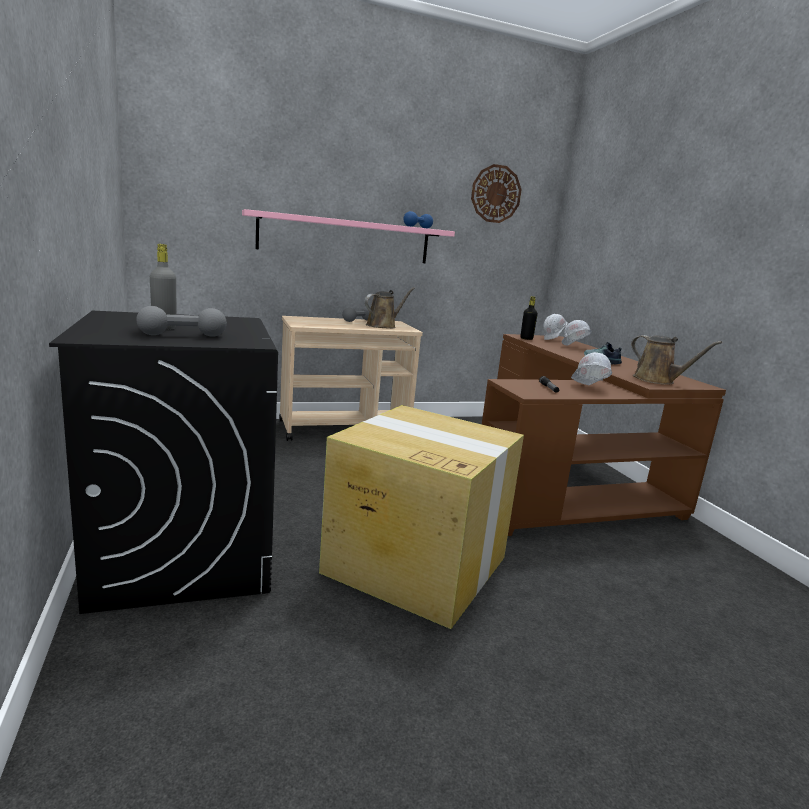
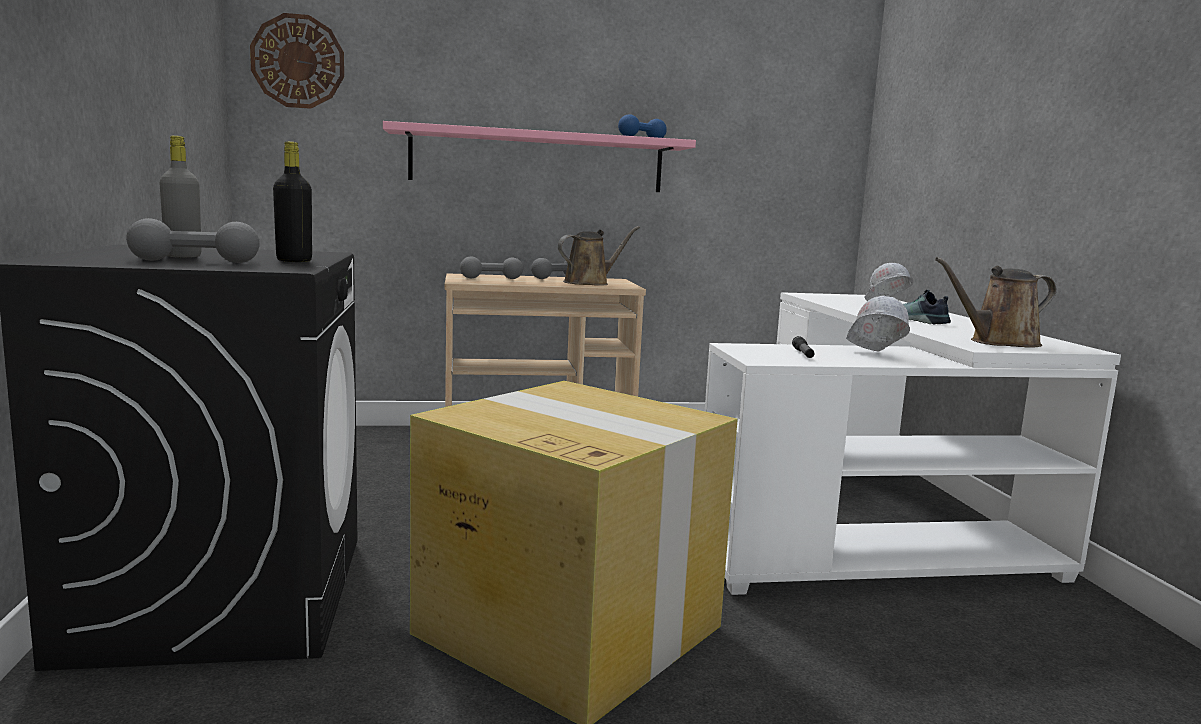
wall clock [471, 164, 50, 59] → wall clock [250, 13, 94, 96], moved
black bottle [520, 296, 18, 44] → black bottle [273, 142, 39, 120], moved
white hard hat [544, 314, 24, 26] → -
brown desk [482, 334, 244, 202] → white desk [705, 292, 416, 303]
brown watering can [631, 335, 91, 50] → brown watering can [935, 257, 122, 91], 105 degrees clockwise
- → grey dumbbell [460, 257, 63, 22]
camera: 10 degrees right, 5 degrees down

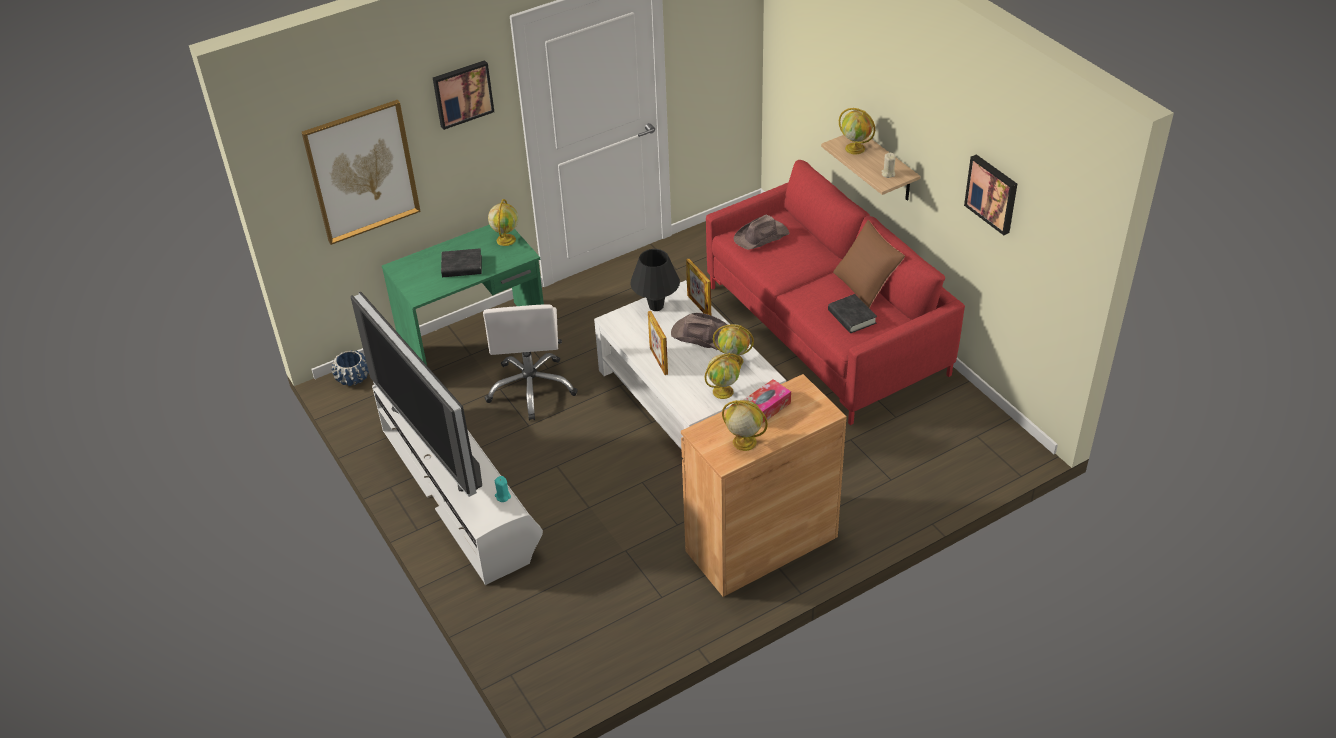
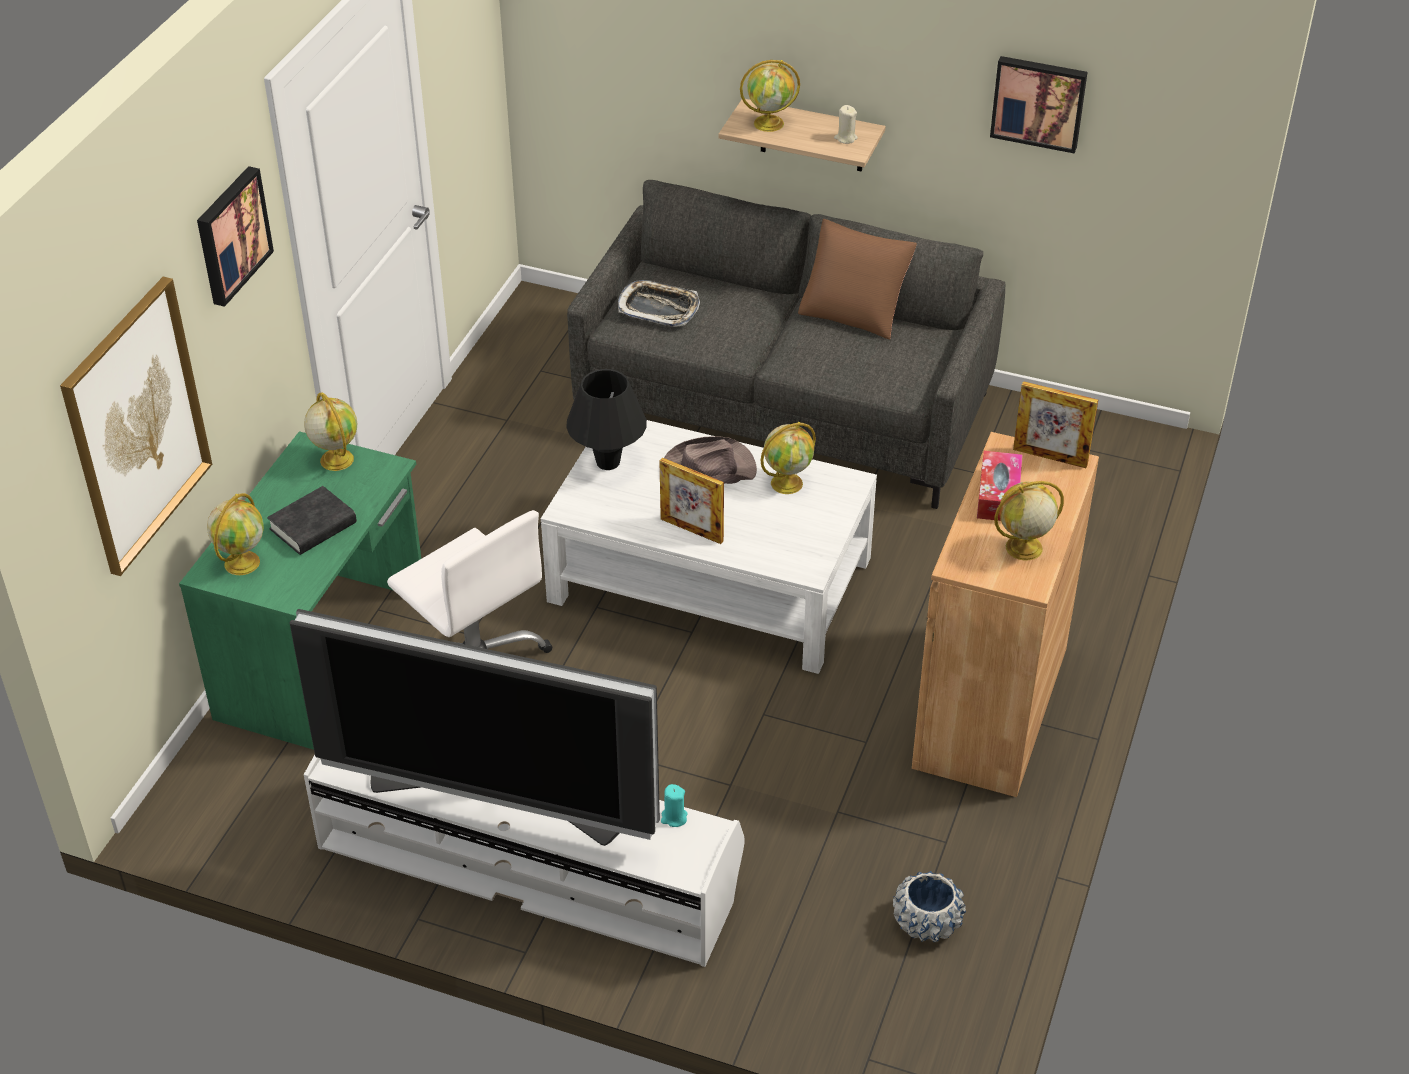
red sofa [706, 160, 259, 265] → grey sofa [567, 180, 438, 329]
brown hat [734, 215, 56, 35] → tray [618, 280, 82, 47]
picture frame [686, 259, 25, 56] → picture frame [1013, 381, 85, 87], moved
black book [828, 294, 49, 39] → -
blue planter [331, 350, 38, 36] → blue planter [893, 871, 73, 71], moved
globe [704, 353, 37, 46] → globe [207, 493, 57, 82], moved
camera: 40 degrees left, 0 degrees up

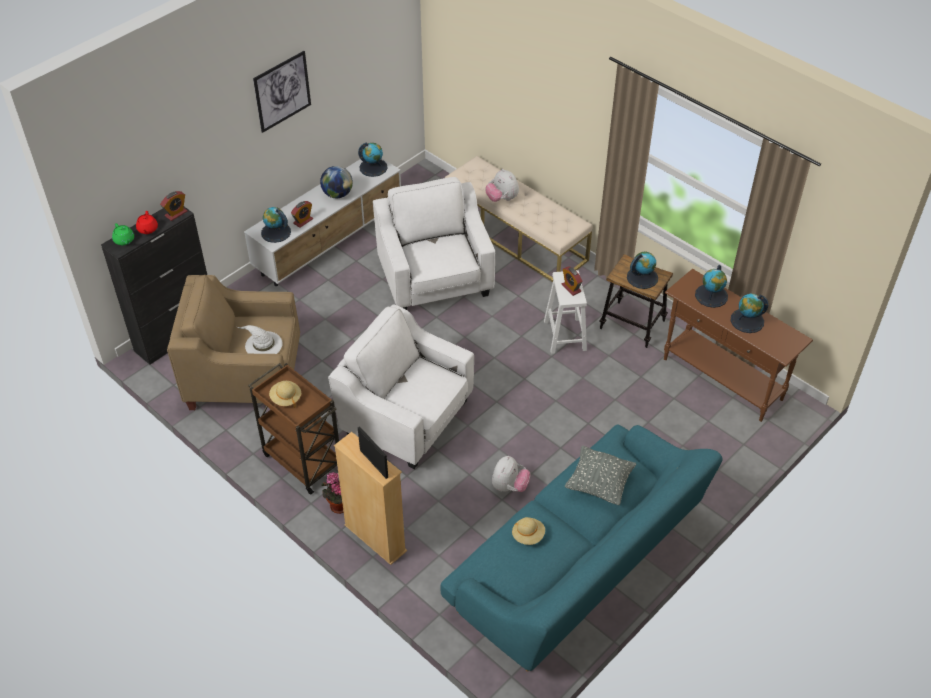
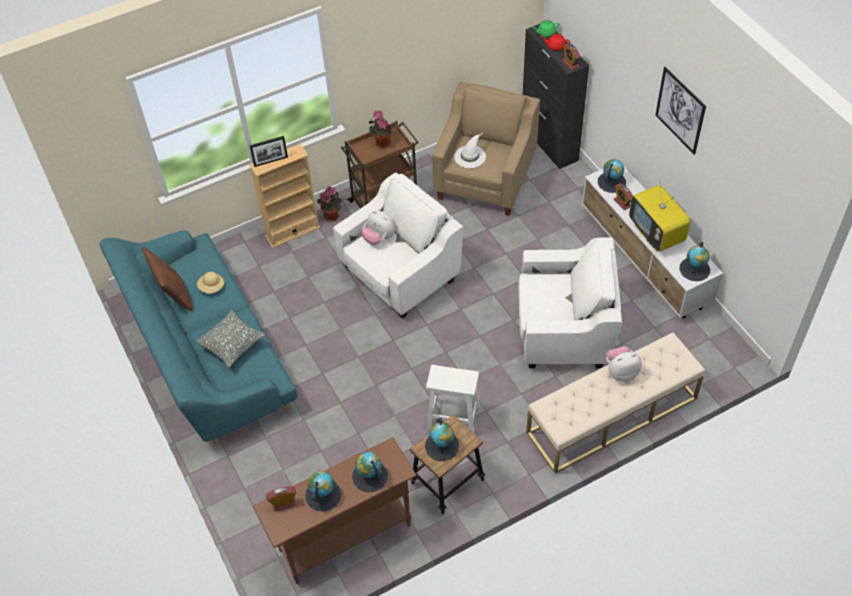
globe [320, 166, 33, 32] → television [629, 182, 62, 70]
alarm clock [562, 267, 21, 29] → alarm clock [266, 487, 30, 24], moved
beige hat [269, 381, 32, 27] → potted plant [368, 110, 24, 39]
plush toy [492, 456, 39, 36] → plush toy [361, 211, 34, 34], moved
- → brown pillow [142, 247, 51, 64]
camera: 110 degrees right, 5 degrees up

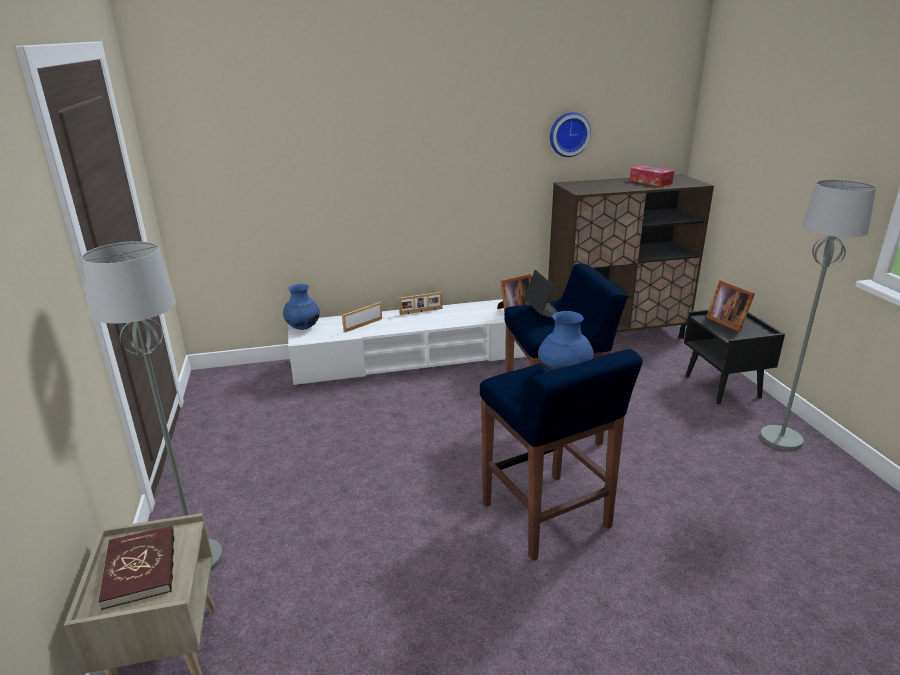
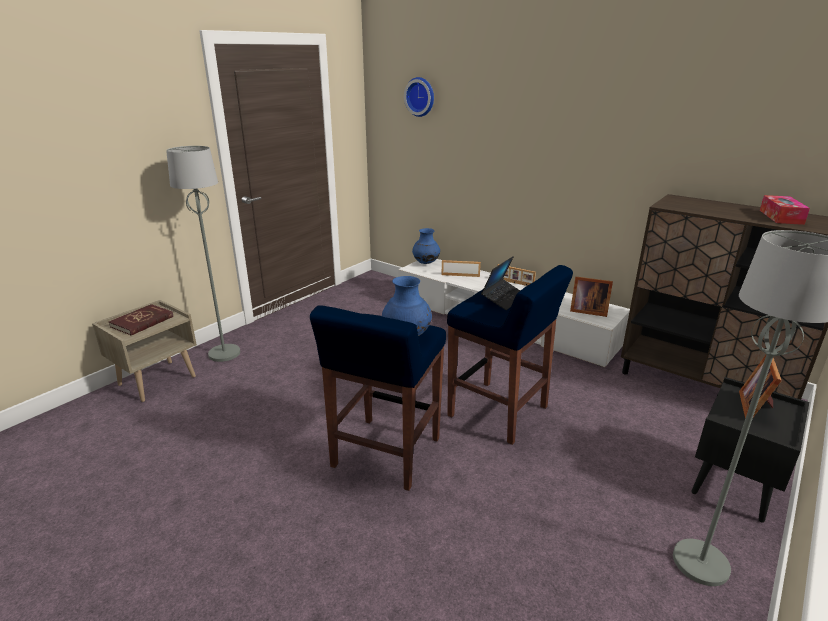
wall clock [550, 112, 41, 45] → wall clock [404, 77, 30, 40], moved
camera: 50 degrees right, 0 degrees up

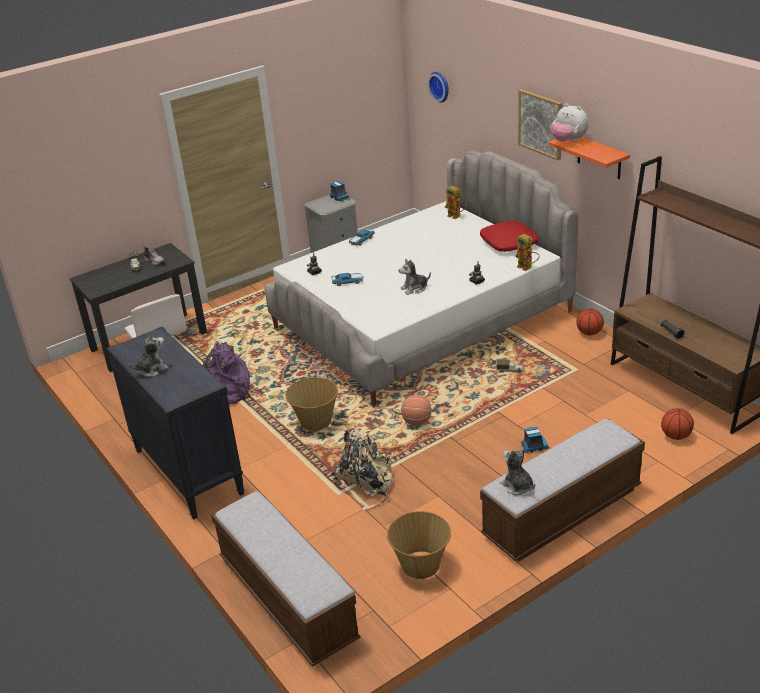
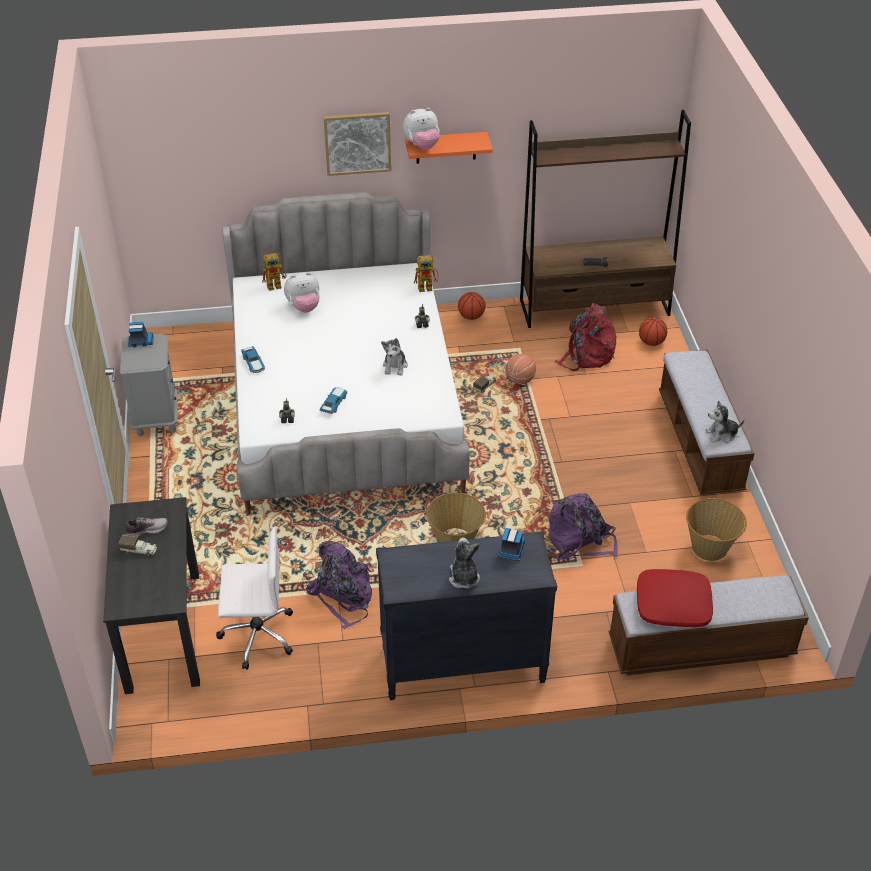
wall clock [428, 72, 21, 31] → -
red pillow [480, 221, 59, 31] → red pillow [637, 569, 76, 58], moved
basketball [401, 395, 31, 31] → basketball [506, 354, 30, 30], moved
toy truck [521, 427, 28, 26] → toy truck [498, 528, 27, 33], moved
beige backpack [332, 428, 62, 83] → purple backpack [549, 493, 69, 67]
- → plush toy [284, 272, 36, 41]
- → red backpack [555, 303, 61, 68]
camera: 65 degrees left, 10 degrees up

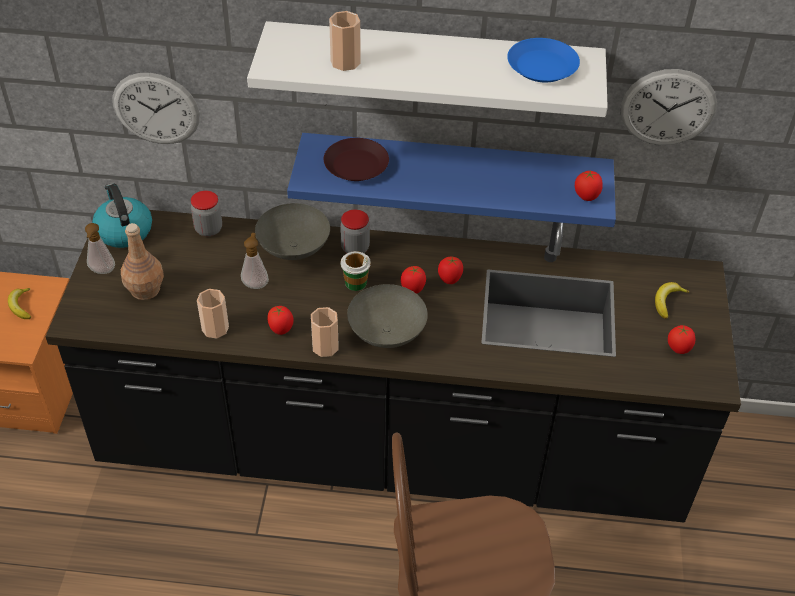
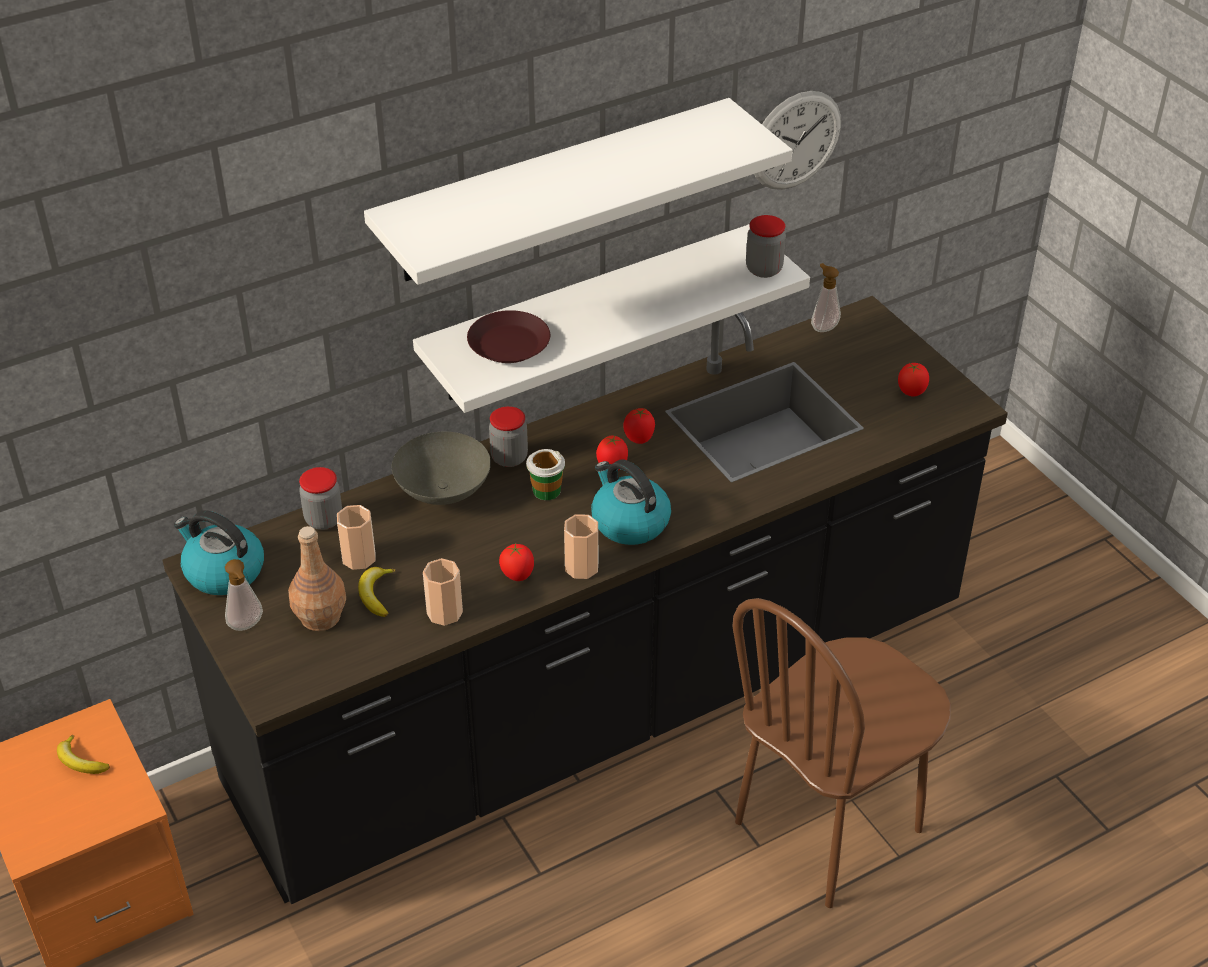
cup [329, 11, 32, 60] → cup [337, 505, 39, 65], moved
blue plate [507, 38, 73, 44] → -
wall clock [112, 73, 88, 71] → -
blue shelf [287, 133, 329, 94] → white shelf [413, 224, 397, 189]
tomato [575, 171, 28, 30] → jar [746, 215, 40, 63]
soap dispenser [241, 233, 28, 56] → soap dispenser [811, 263, 30, 69], moved
banana [655, 282, 34, 37] → banana [358, 567, 38, 50], moved
grey bowl [347, 284, 81, 64] → kettle [591, 459, 80, 86]
camera: 35 degrees left, 5 degrees down

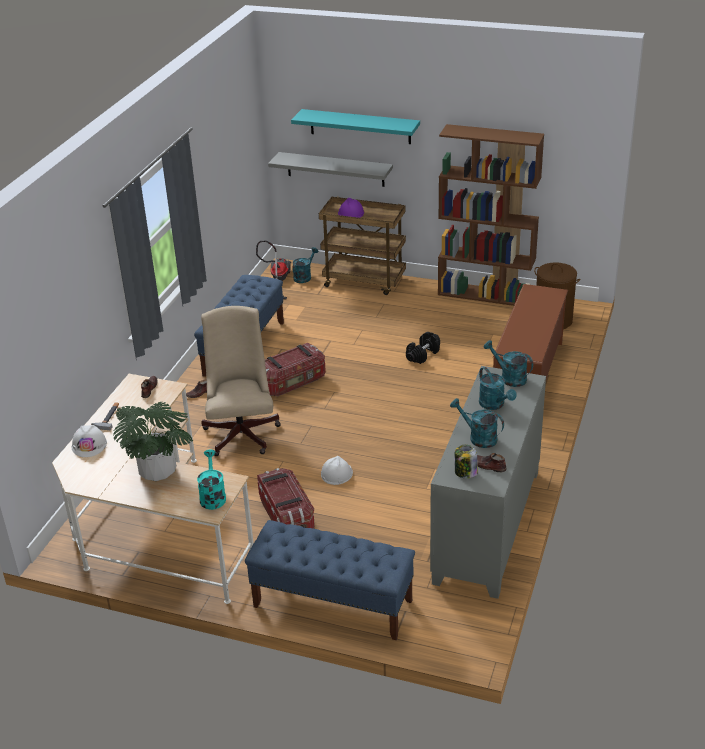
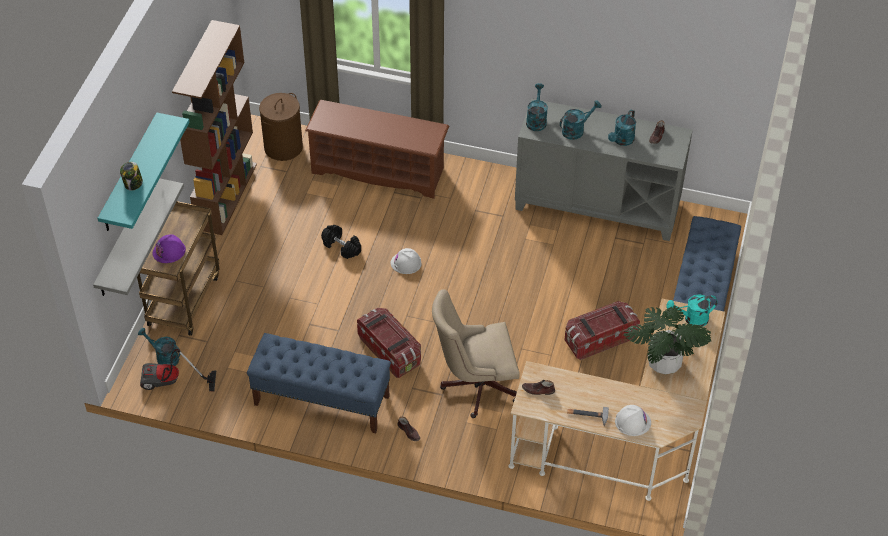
turquoise watering can [483, 340, 50, 47] → turquoise watering can [526, 83, 22, 48], 150 degrees clockwise
jar [454, 445, 23, 33] → jar [120, 162, 23, 29], moved
white hard hat [321, 456, 32, 29] → white hard hat [391, 248, 31, 26], moved
camera: 95 degrees left, 15 degrees up

